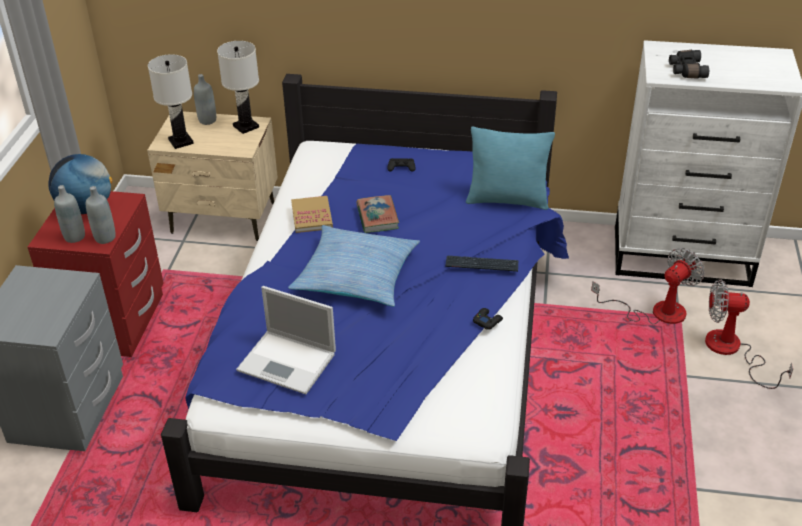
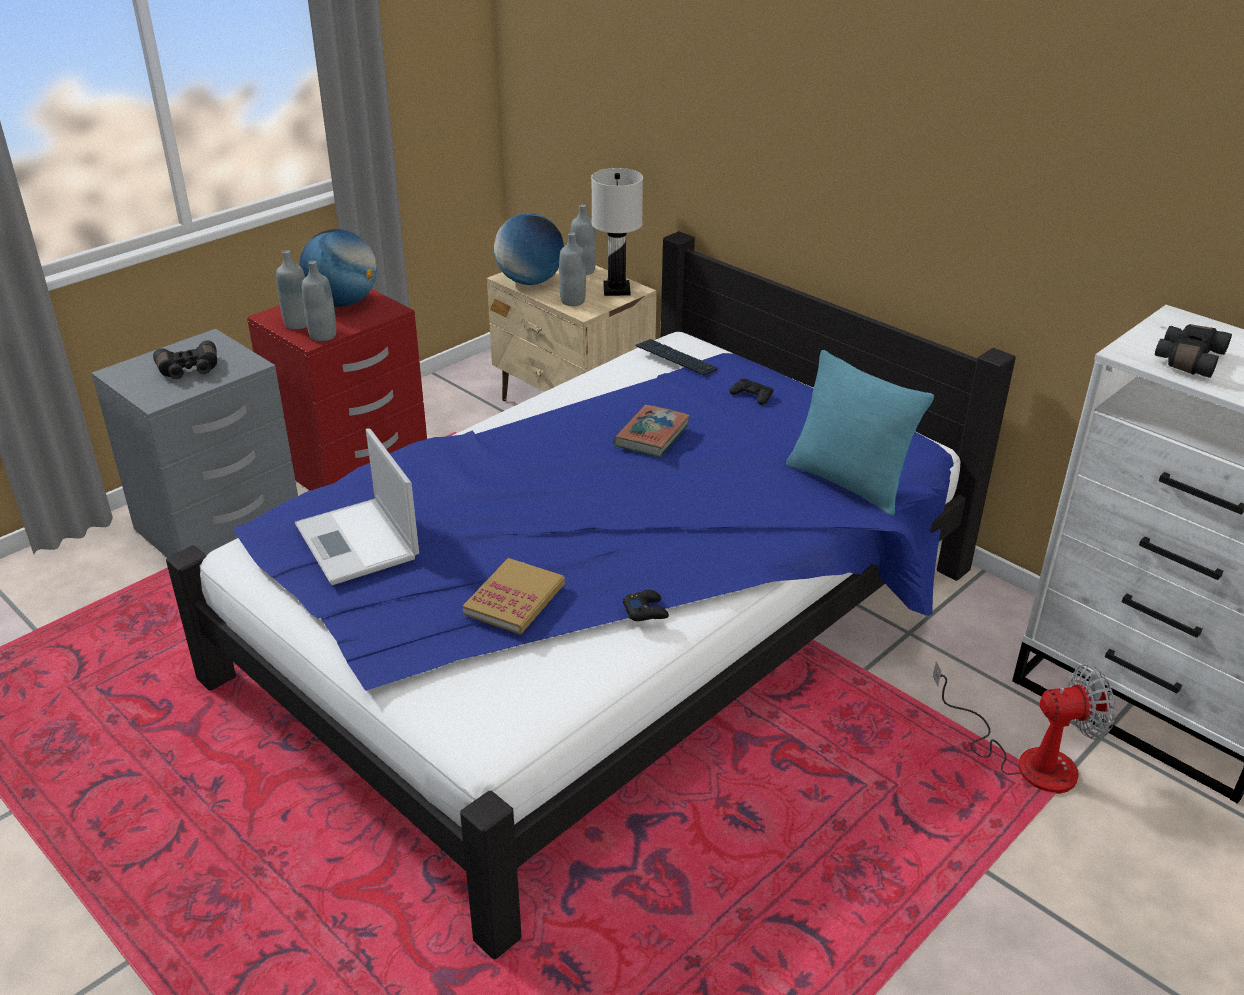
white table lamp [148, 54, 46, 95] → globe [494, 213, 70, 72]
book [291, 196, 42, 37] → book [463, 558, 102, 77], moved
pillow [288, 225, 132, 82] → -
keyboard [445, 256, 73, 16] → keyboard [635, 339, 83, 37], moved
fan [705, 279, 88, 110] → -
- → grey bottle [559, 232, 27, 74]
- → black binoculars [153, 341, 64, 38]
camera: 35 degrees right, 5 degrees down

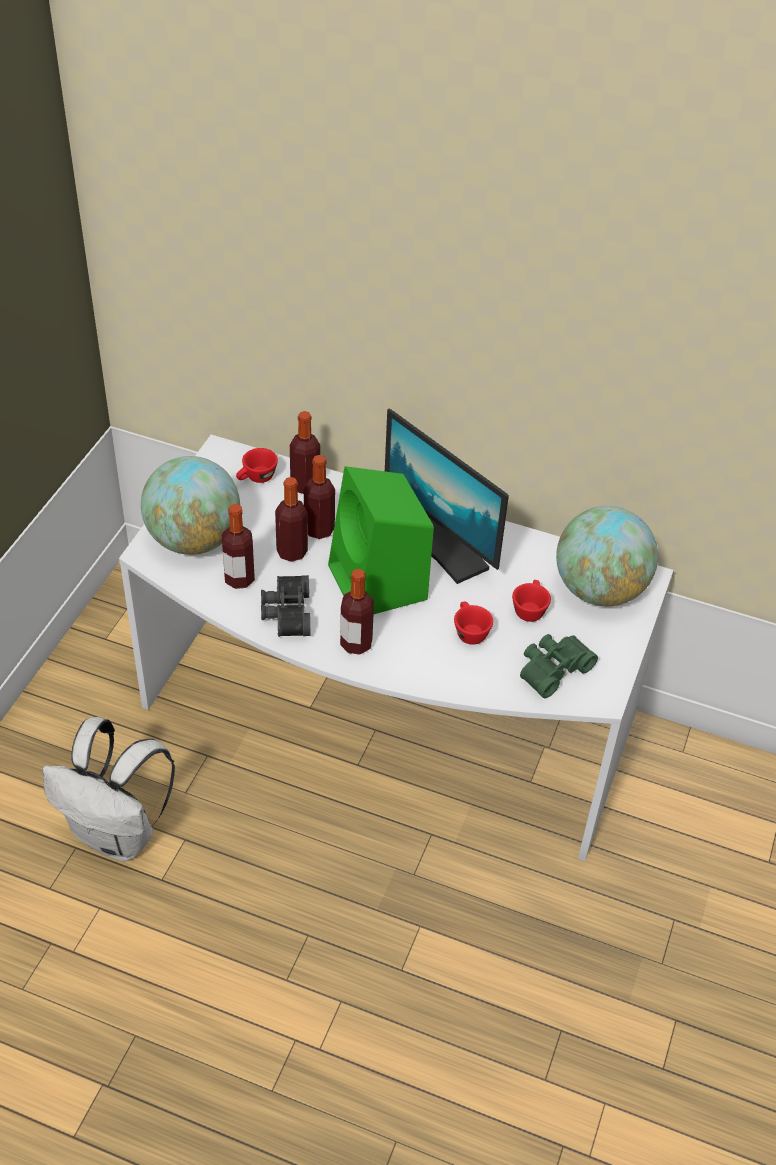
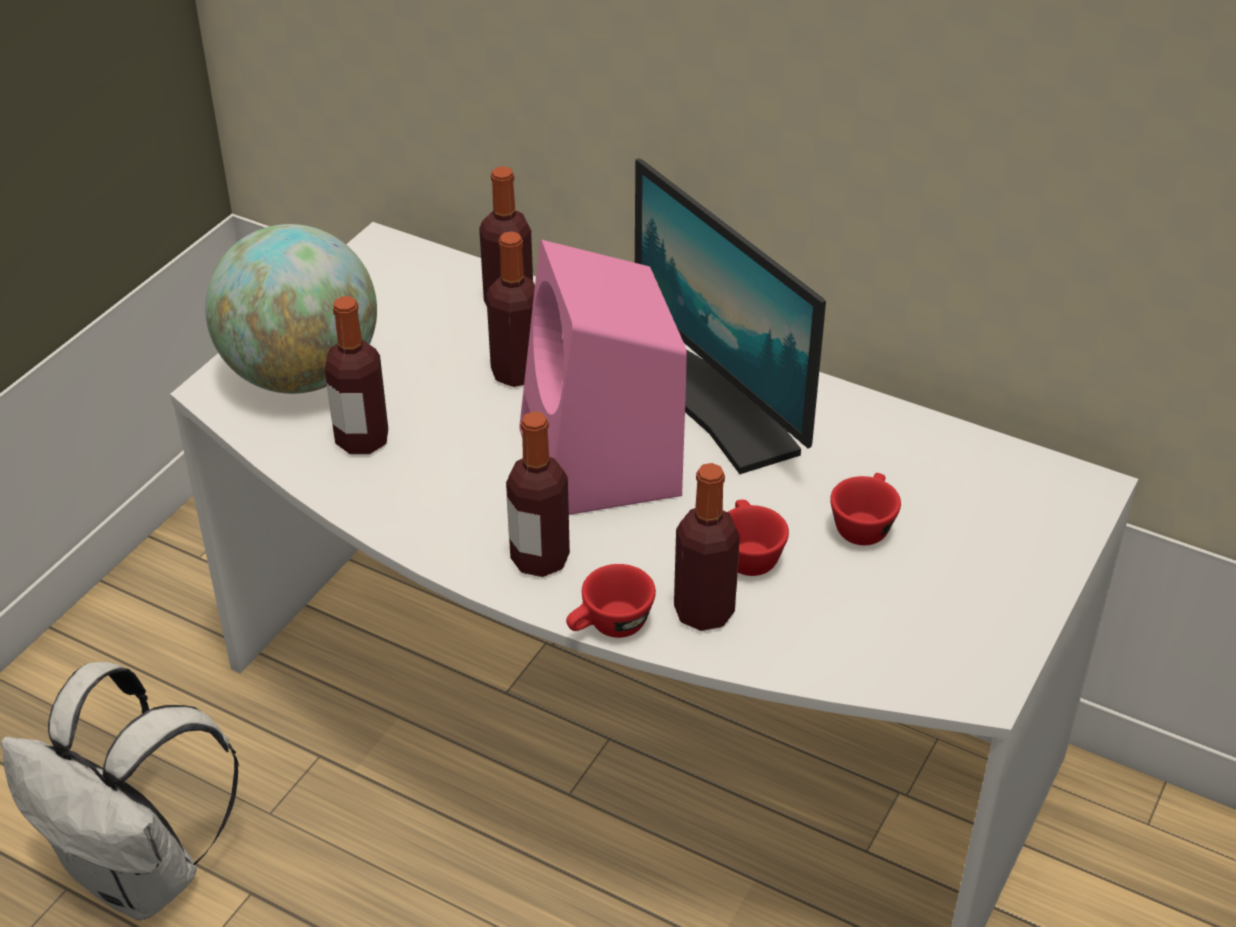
red cup [236, 448, 42, 35] → red cup [566, 564, 90, 74], moved
green speaker [328, 466, 106, 148] → pink speaker [519, 240, 168, 275]
bottle [275, 477, 33, 85] → bottle [674, 463, 66, 168], moved
globe [556, 506, 102, 100] → -
black binoculars [261, 575, 49, 62] → -
green binoculars [520, 634, 78, 64] → -
camera: 10 degrees right, 5 degrees down

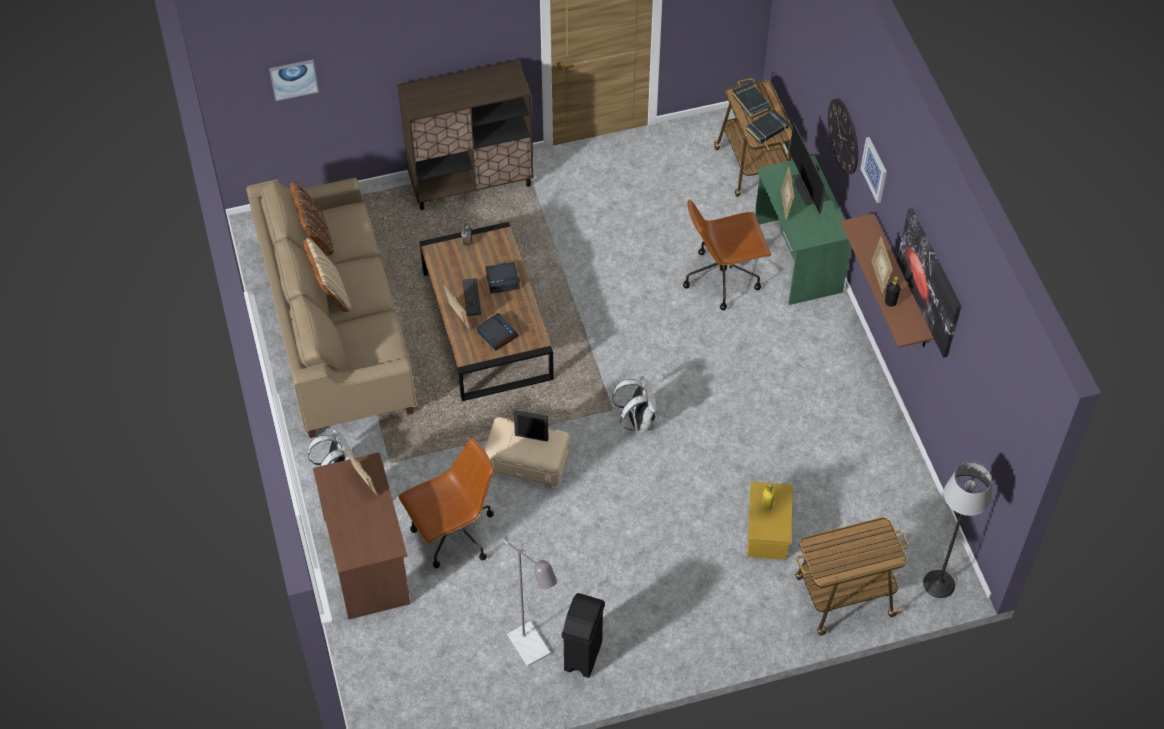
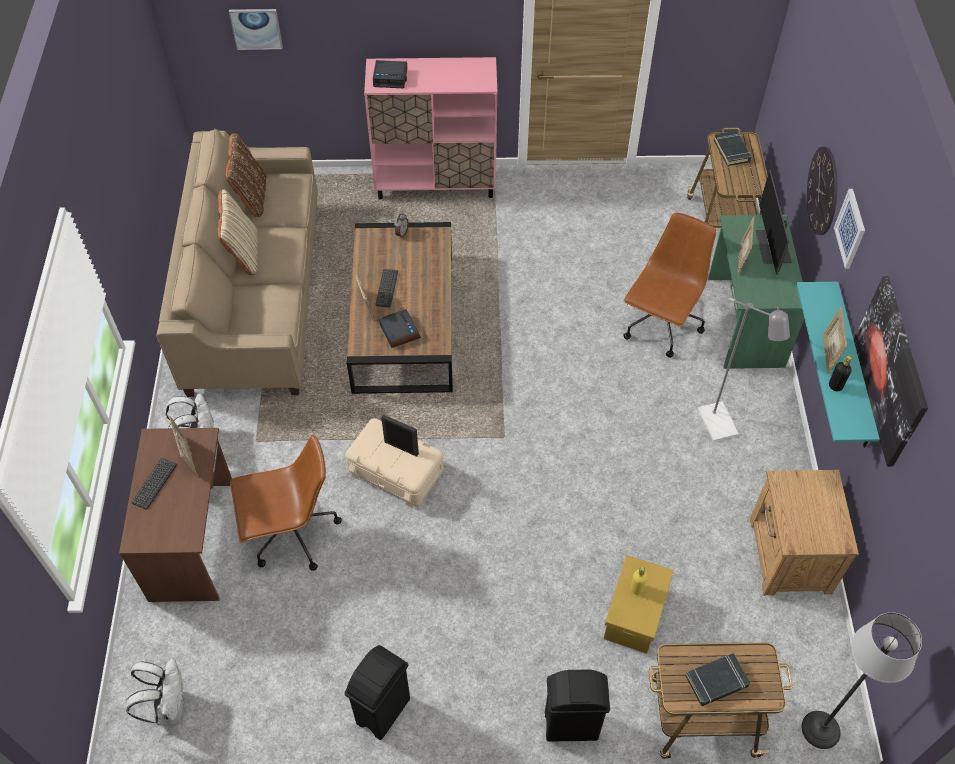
brown cabinet [397, 59, 137, 151] → pink cabinet [364, 57, 133, 142]
black book [746, 110, 43, 34] → black book [685, 653, 65, 53], moved
brown office chair [683, 199, 89, 111] → brown office chair [624, 213, 92, 145], 120 degrees clockwise
brown shelf [840, 213, 94, 135] → turquoise shelf [796, 282, 84, 166]
alarm clock [485, 262, 35, 32] → alarm clock [373, 60, 34, 28], moved
white backpack [612, 376, 46, 57] → white backpack [126, 658, 58, 68], moved
grey floor lamp [503, 540, 54, 127] → grey floor lamp [698, 298, 92, 144], moved
- → keyboard [131, 458, 46, 52]
- → brown nightstand [750, 470, 109, 125]
- → black trash can [545, 669, 65, 73]
camera: 15 degrees right, 0 degrees up

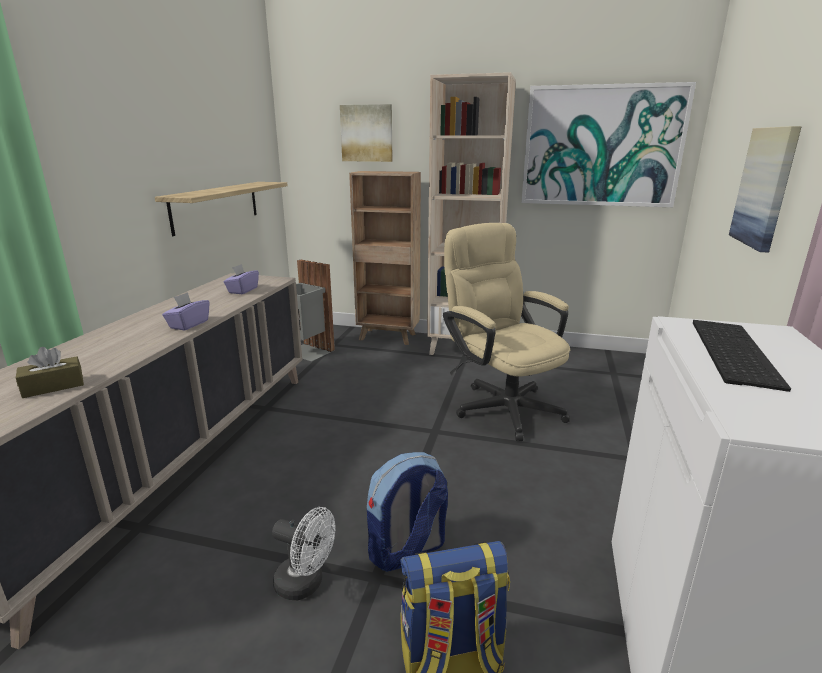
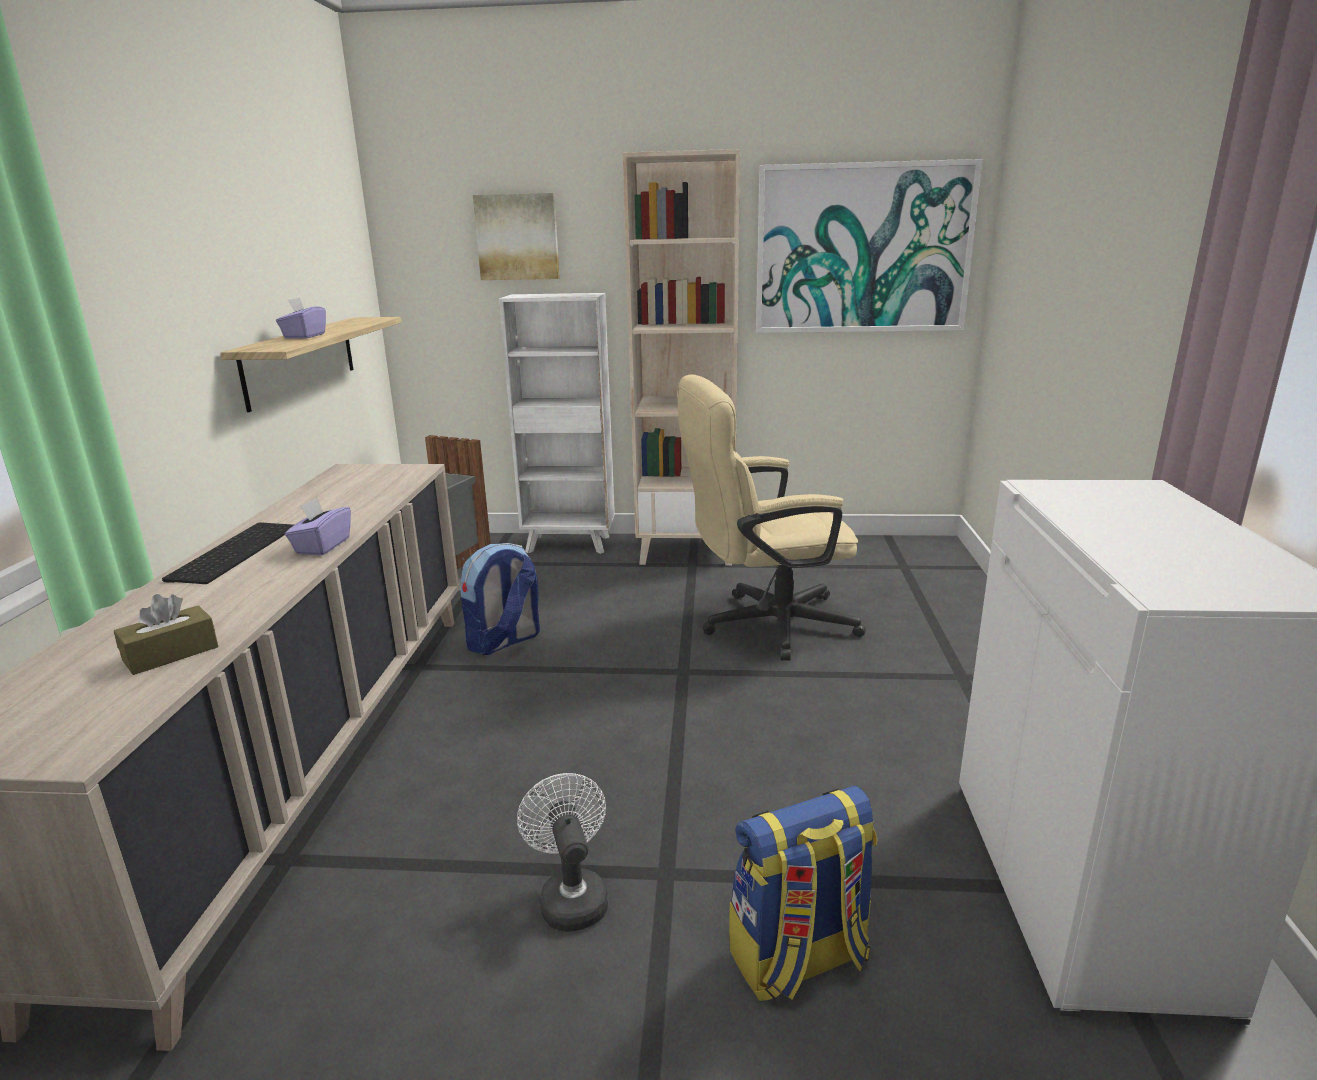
picture [729, 126, 73, 127] → -
brown bookcase [349, 171, 72, 174] → white bookcase [499, 293, 116, 261]
beige office chair [443, 223, 127, 218] → beige office chair [677, 374, 189, 287], 60 degrees counterclockwise
purple tissue box [223, 264, 36, 30] → purple tissue box [276, 297, 50, 42], moved
keyboard [693, 320, 98, 72] → keyboard [162, 522, 132, 62], moved
backpack [367, 452, 81, 120] → backpack [461, 543, 79, 112], moved
white fan [272, 507, 63, 93] → white fan [517, 773, 91, 159], 120 degrees counterclockwise
camera: 10 degrees left, 0 degrees up

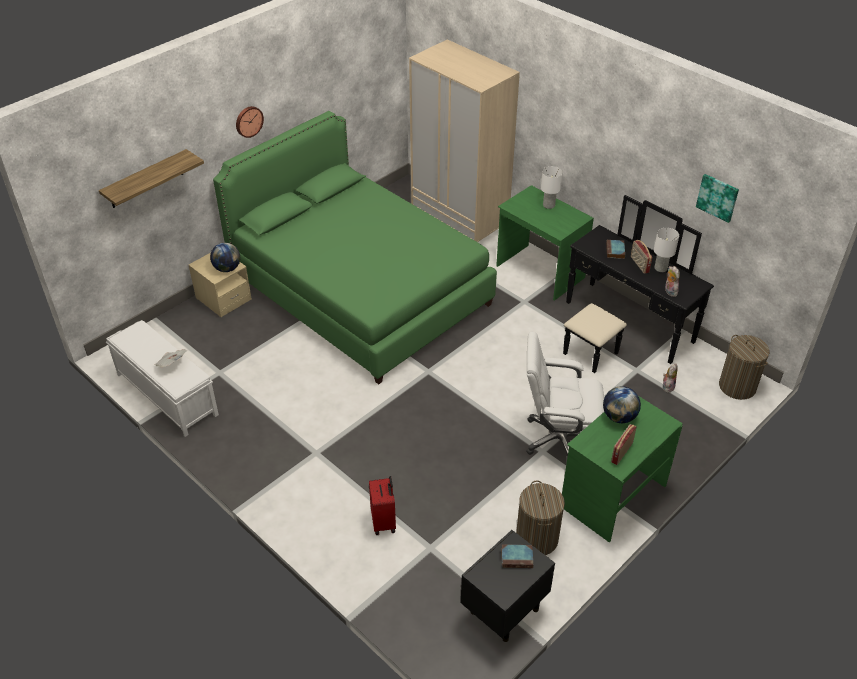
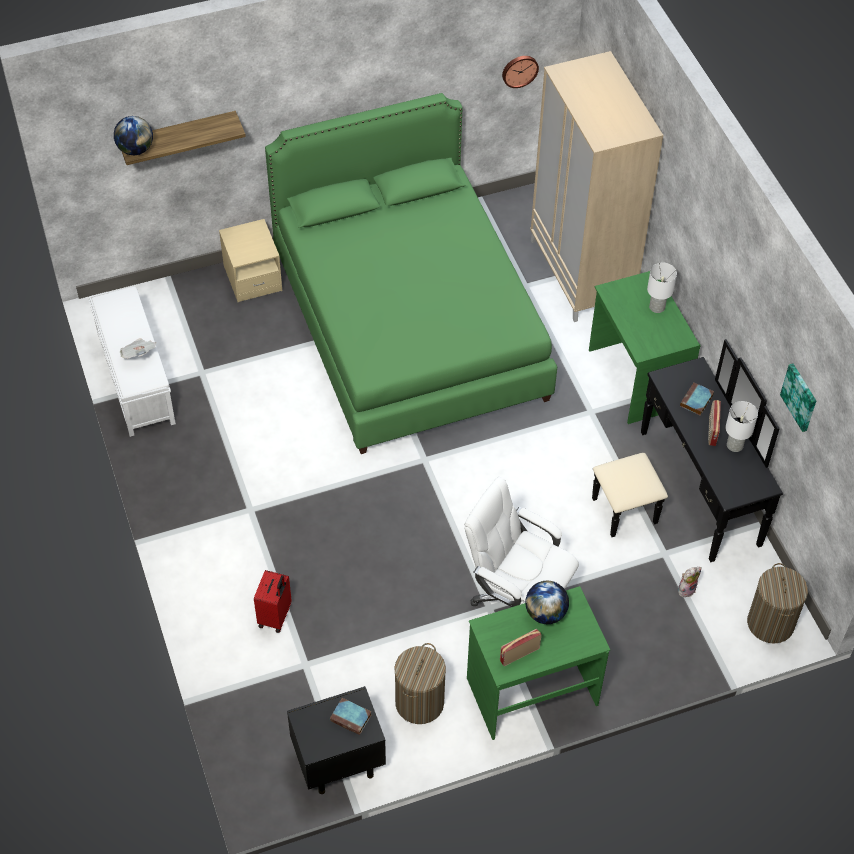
wall clock [236, 106, 28, 32] → wall clock [502, 56, 37, 32], moved
globe [210, 243, 30, 29] → globe [114, 116, 39, 39], moved
plush toy [665, 266, 15, 31] → -
camera: 25 degrees right, 10 degrees up

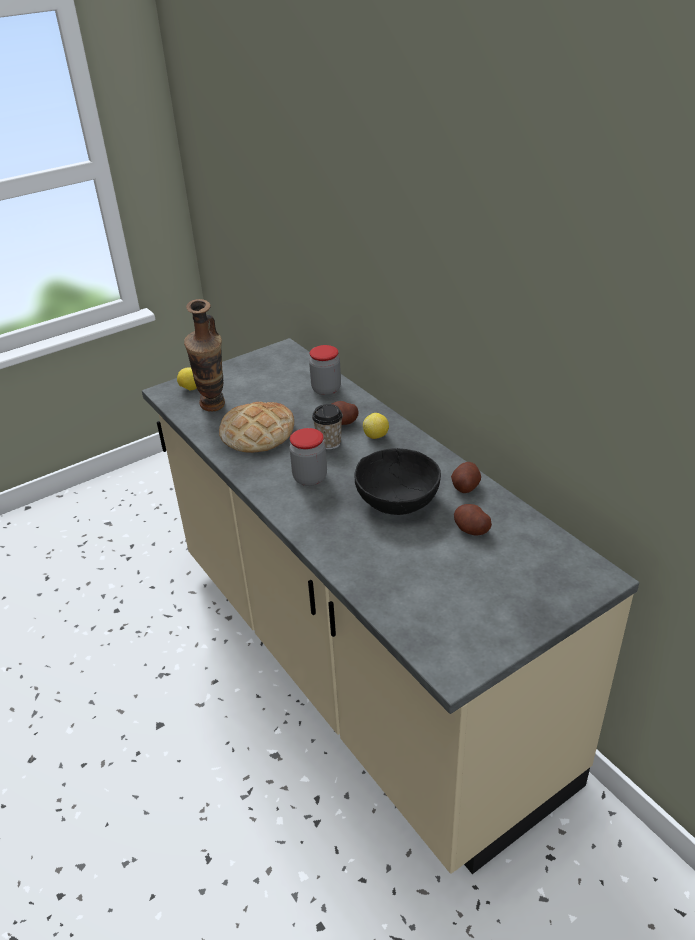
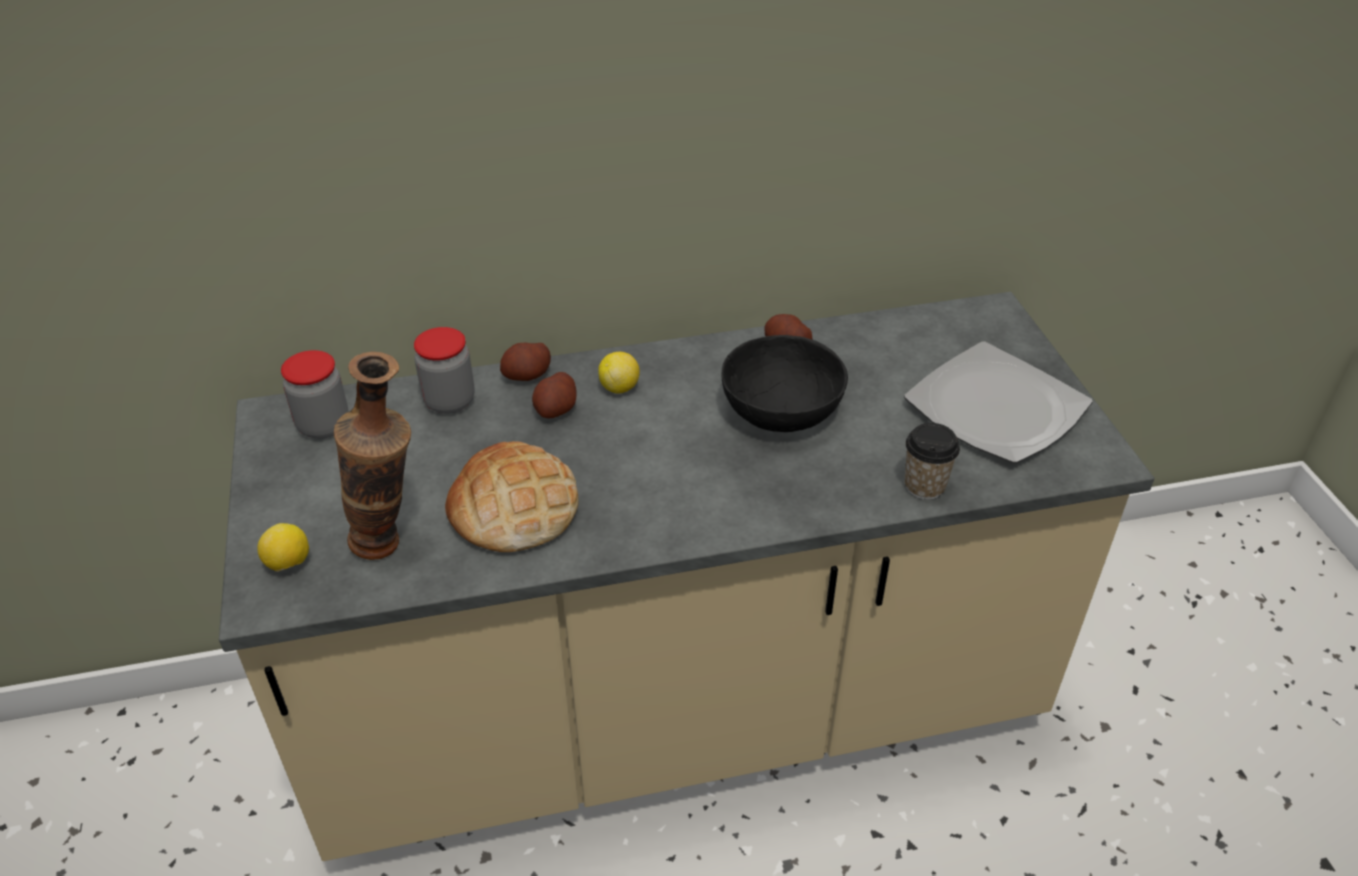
cup [312, 404, 31, 46] → cup [905, 423, 55, 77], moved
jar [289, 428, 38, 58] → jar [281, 350, 68, 89], moved
potato [454, 504, 38, 32] → potato [500, 342, 51, 39], moved
- → plate [904, 342, 189, 121]
camera: 70 degrees left, 5 degrees up

